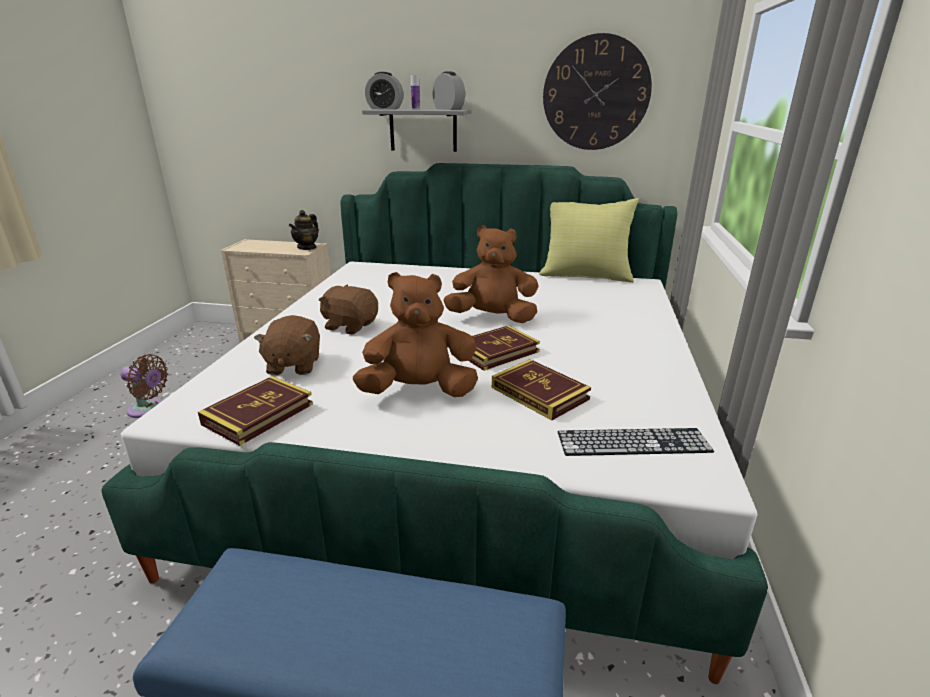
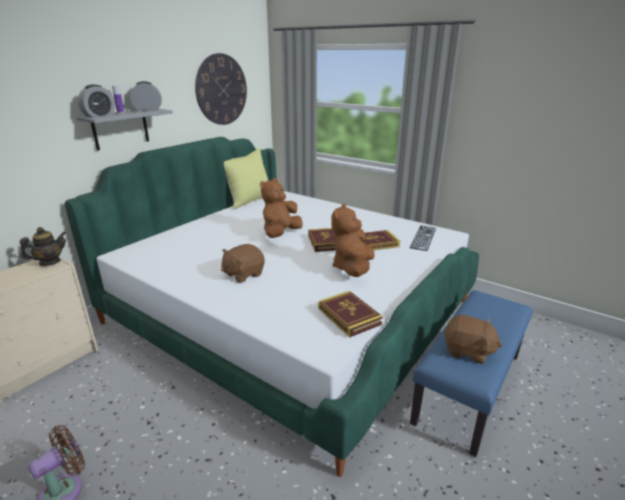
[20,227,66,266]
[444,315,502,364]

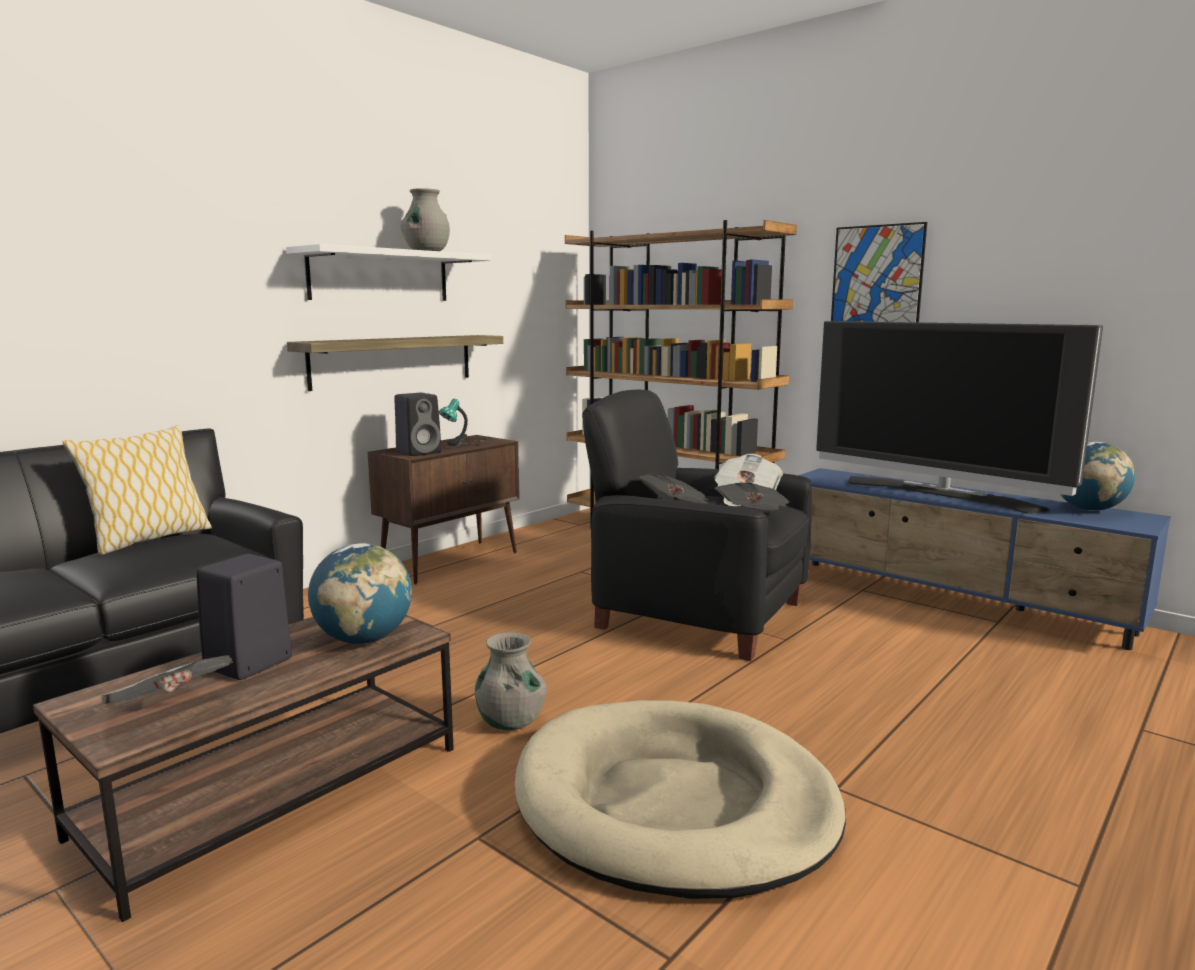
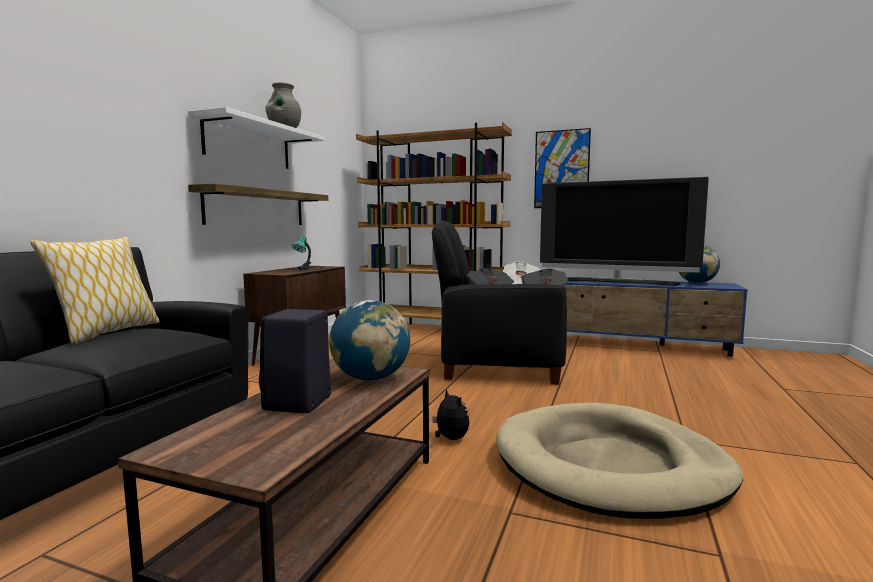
[432,389,469,440]
[101,655,233,705] (first image)
[394,393,441,456] (first image)

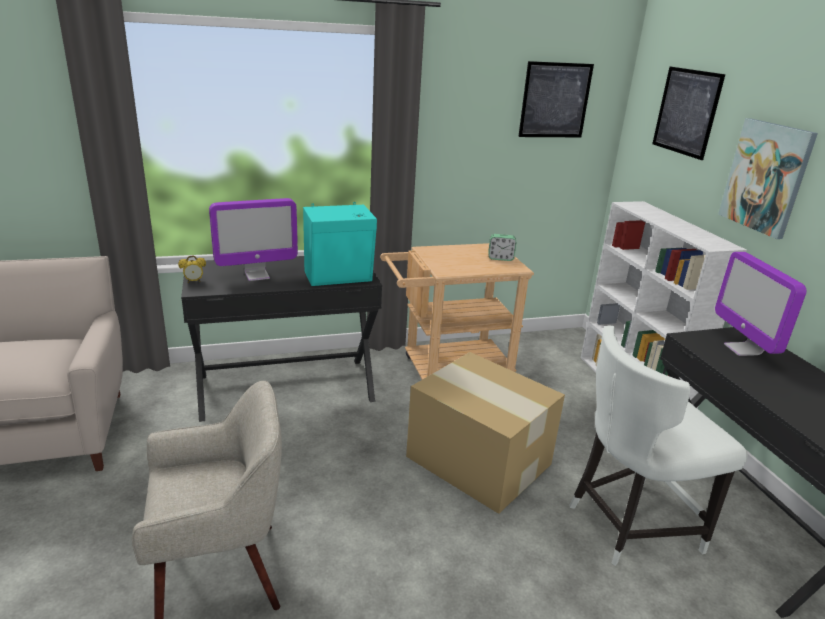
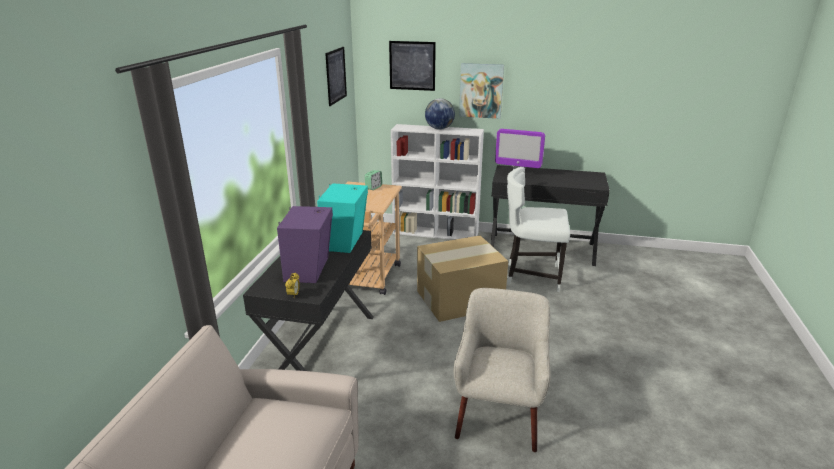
[277,206,333,283]
[425,98,455,130]
[507,167,570,292]

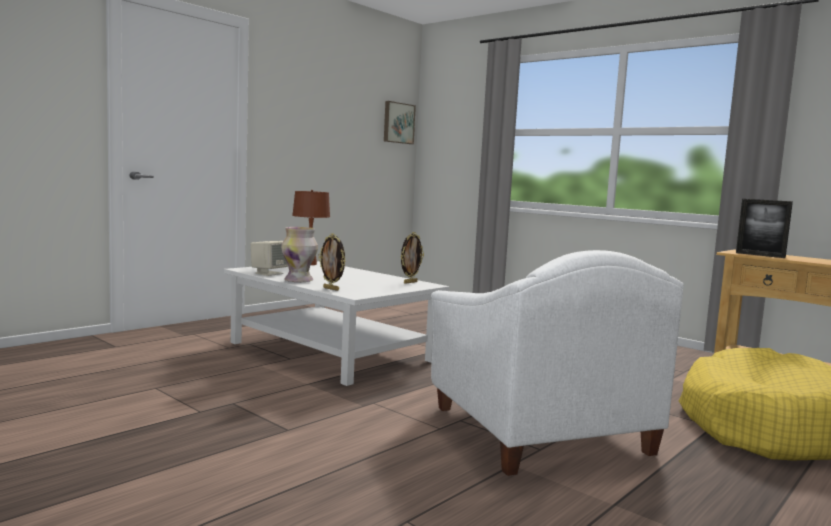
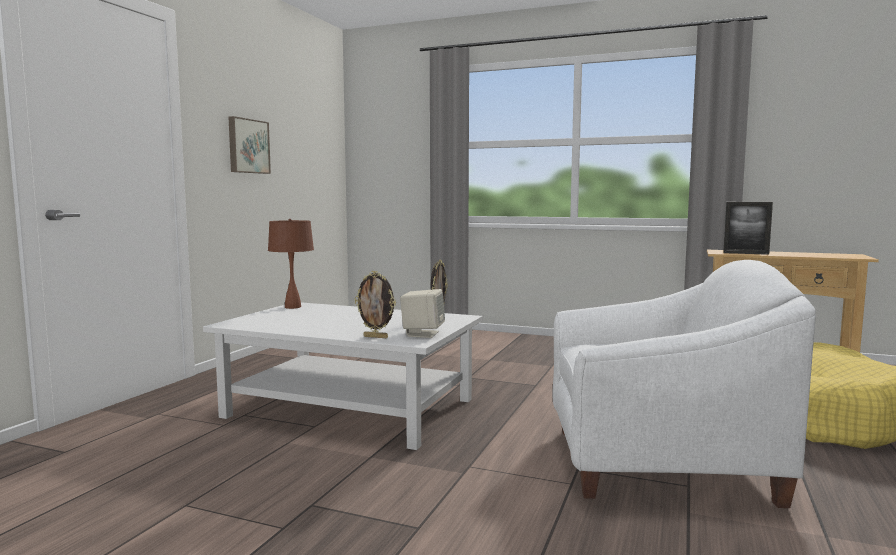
[228,116,271,174]
[400,289,445,338]
[553,260,816,508]
[281,227,318,282] (first image)

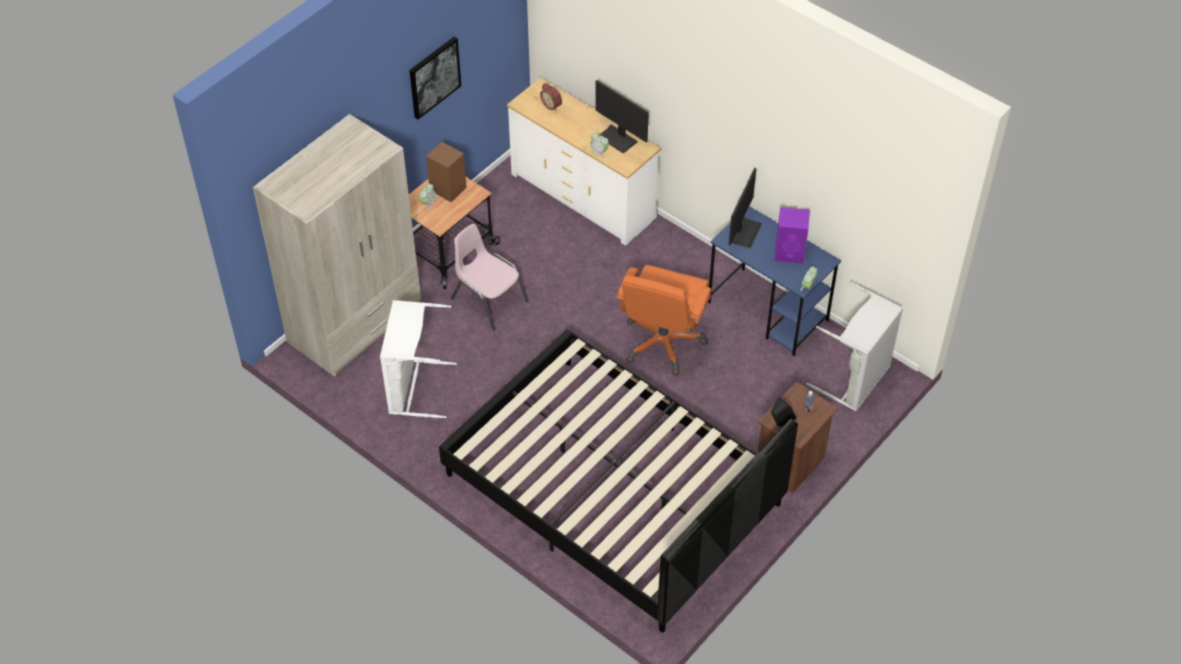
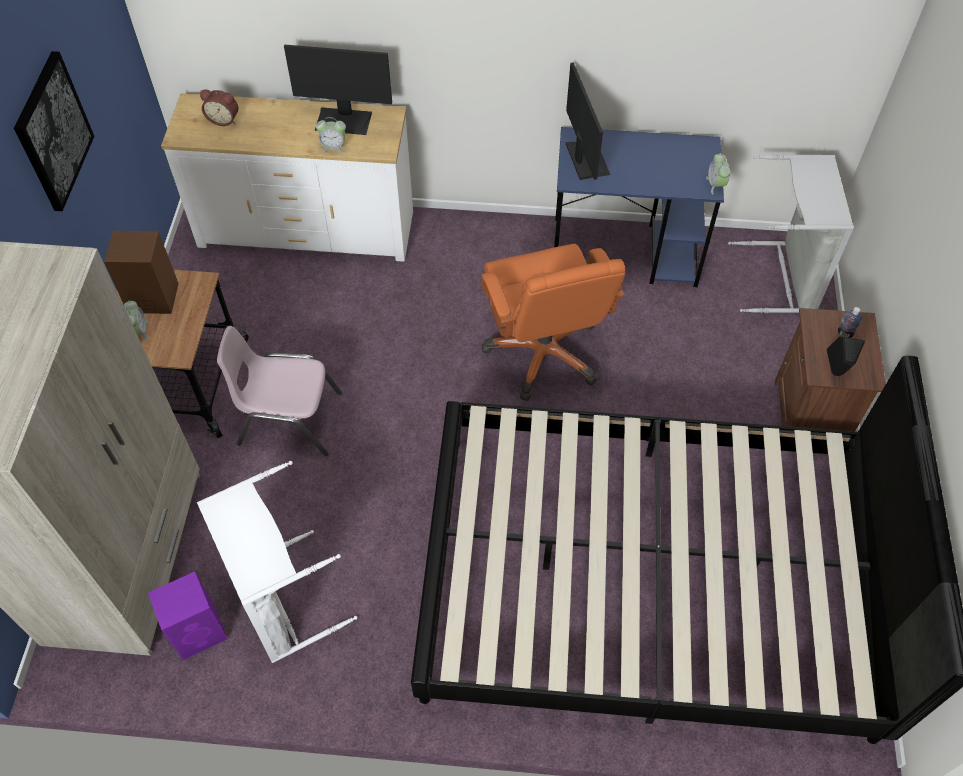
[148,572,228,660]

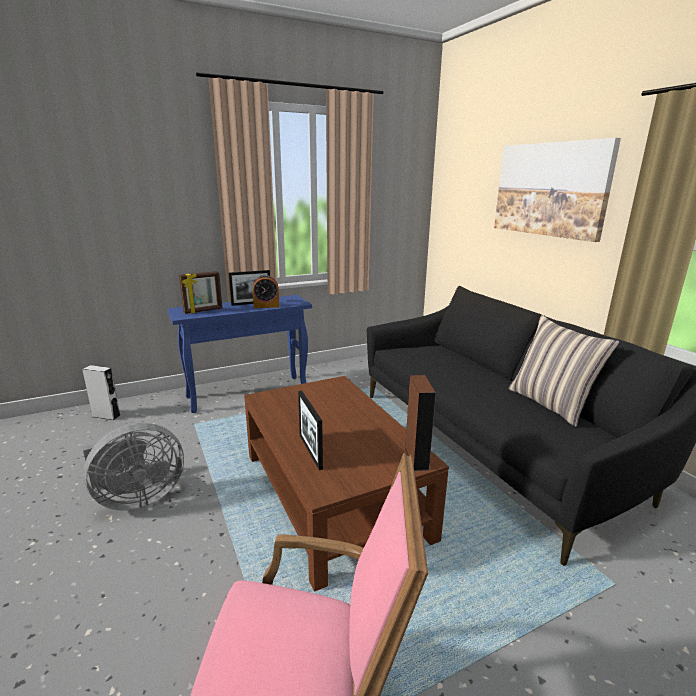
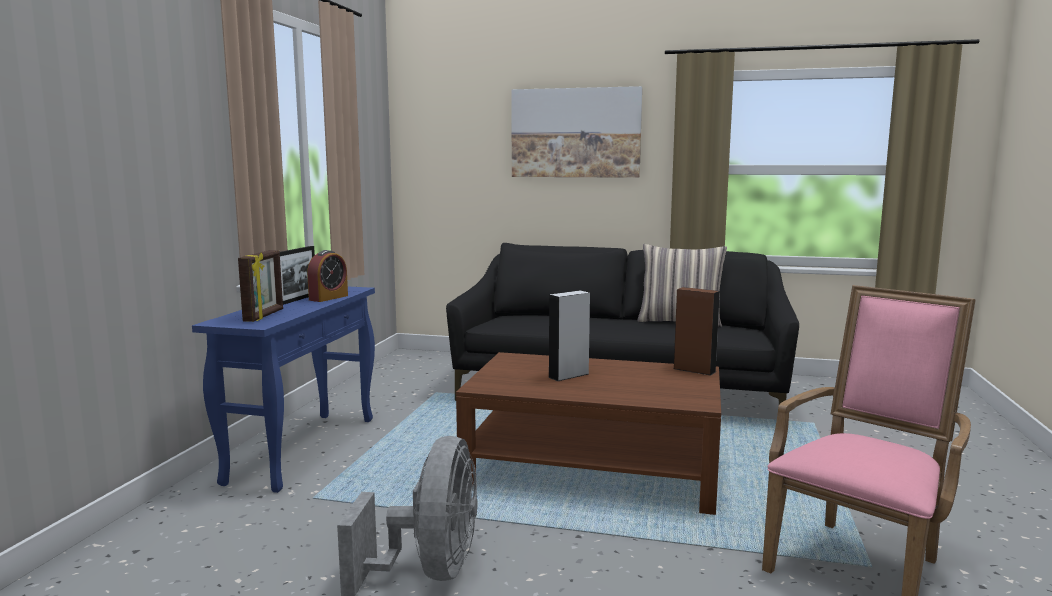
[548,290,590,381]
[298,391,323,470] (first image)

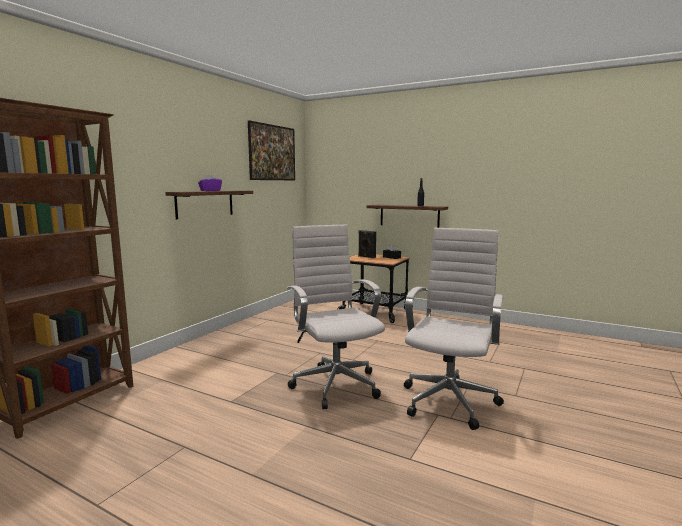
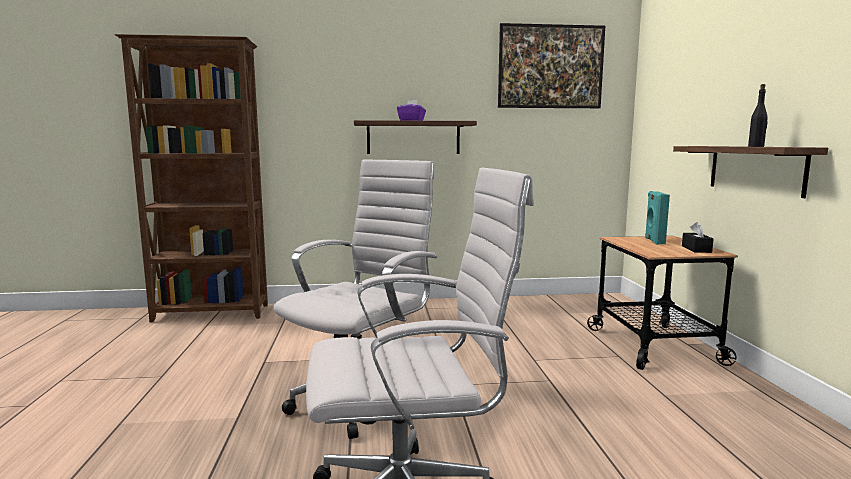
[645,191,670,245]

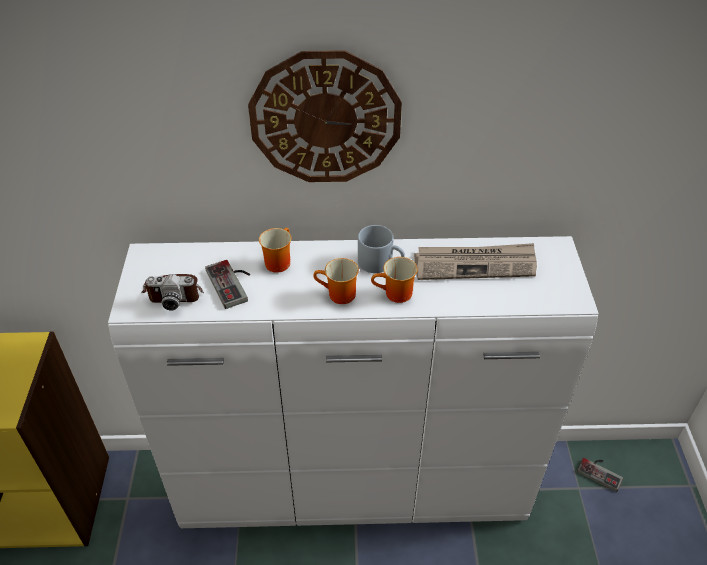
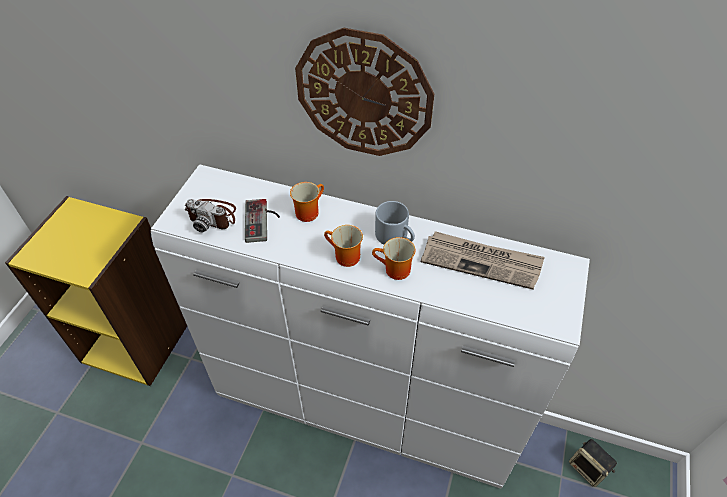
[569,439,617,487]

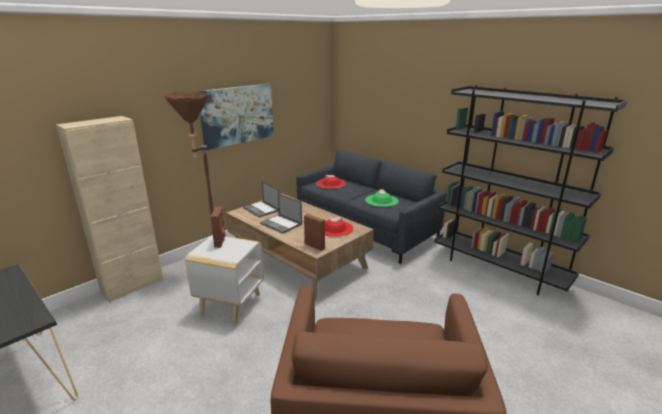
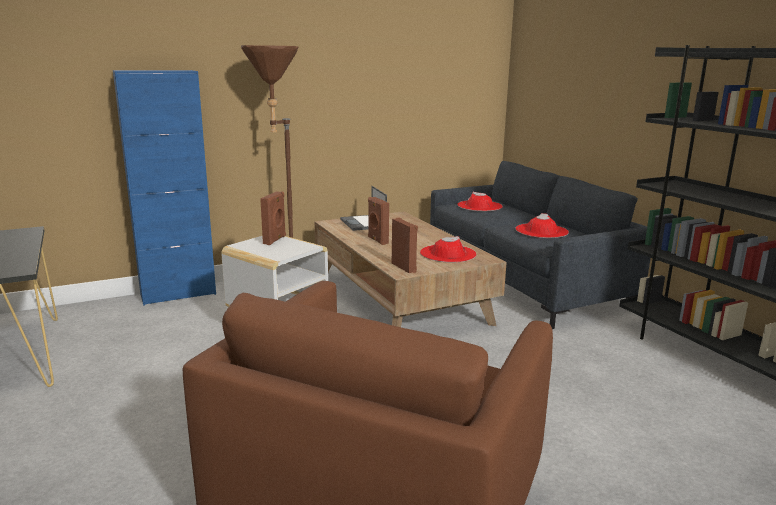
[113,70,216,306]
[368,197,389,245]
[515,213,569,238]
[197,84,274,150] (first image)

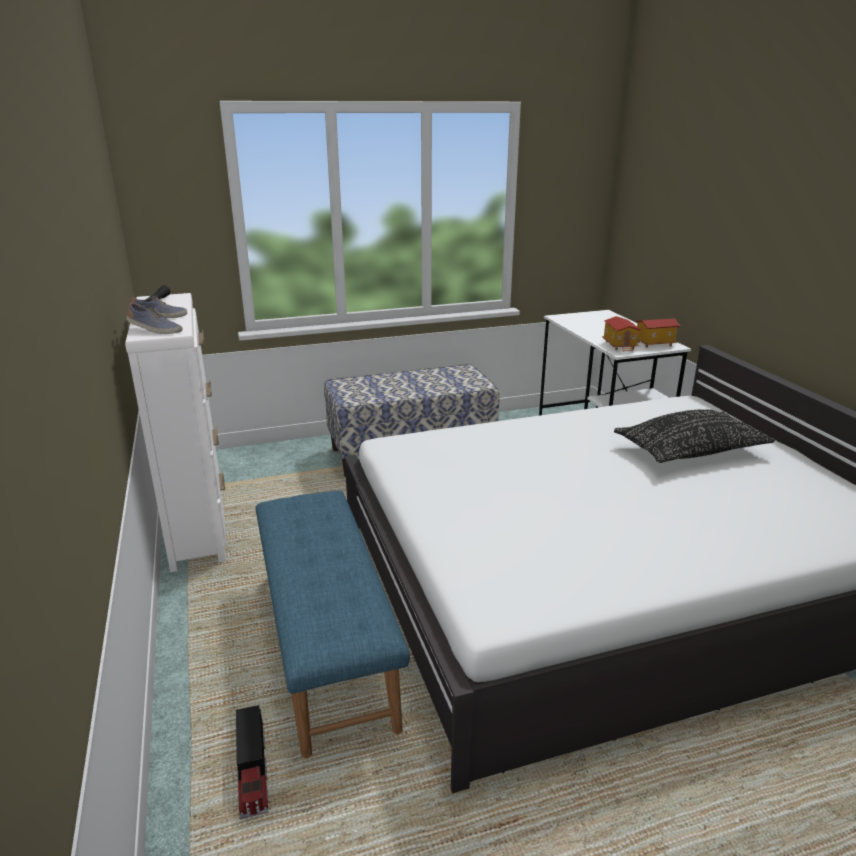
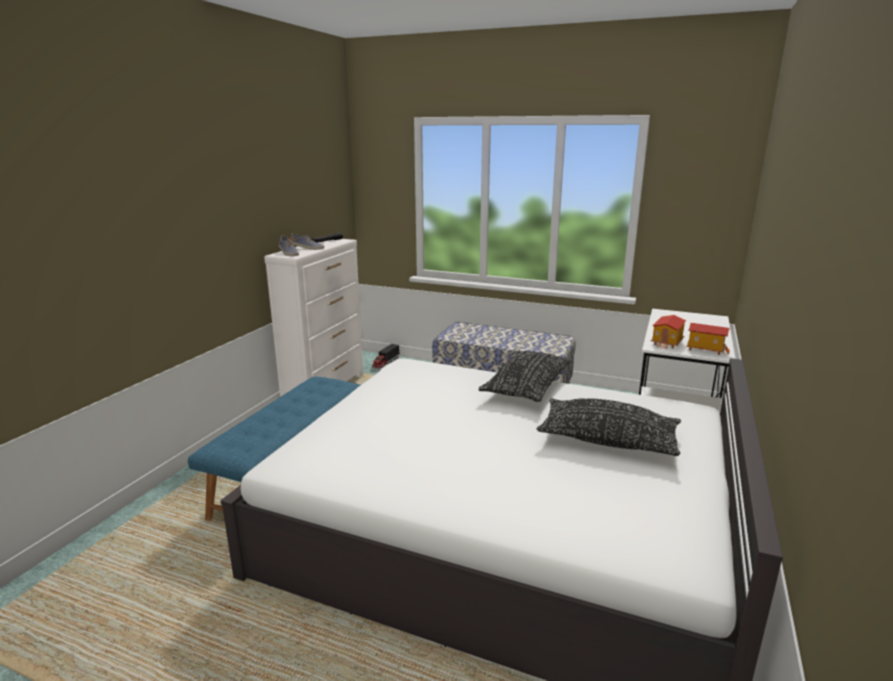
[372,344,400,369]
[479,351,572,402]

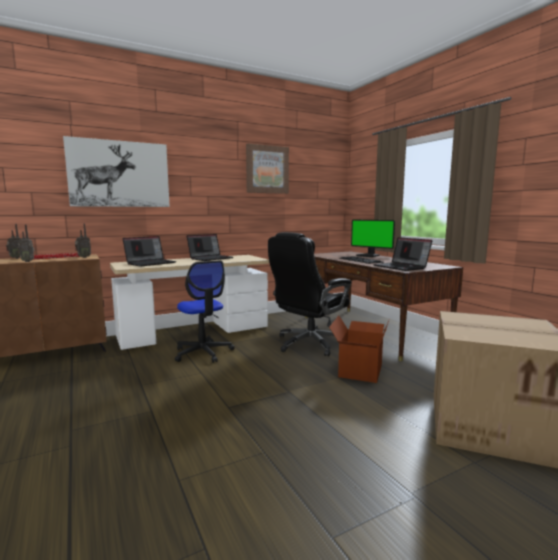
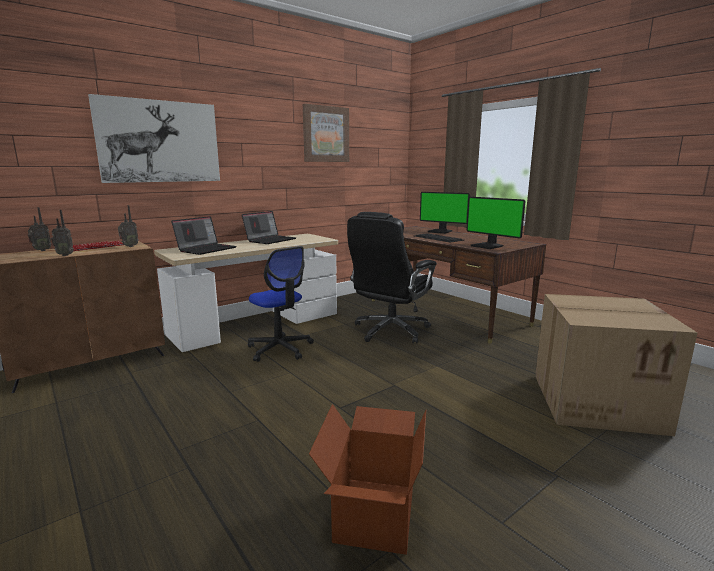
[309,404,426,555]
[466,197,525,249]

